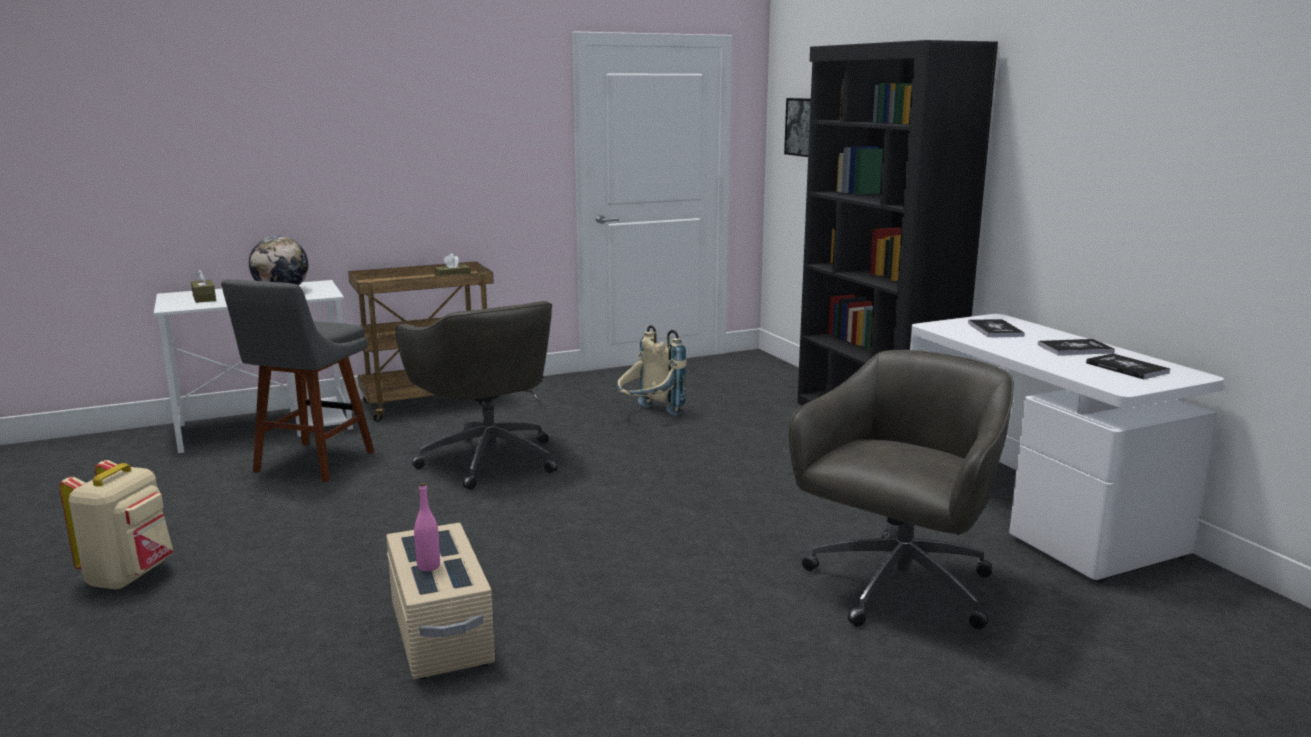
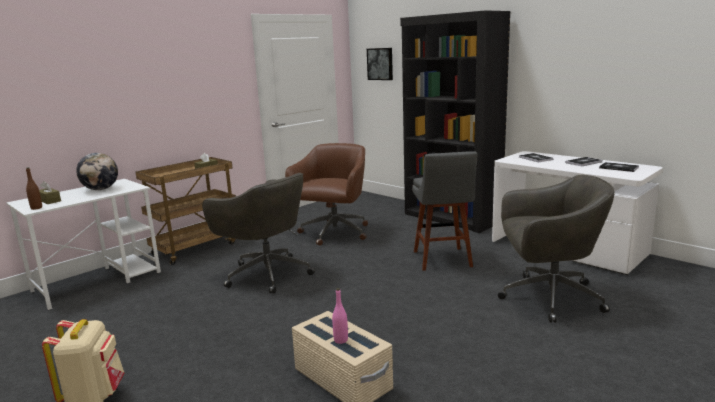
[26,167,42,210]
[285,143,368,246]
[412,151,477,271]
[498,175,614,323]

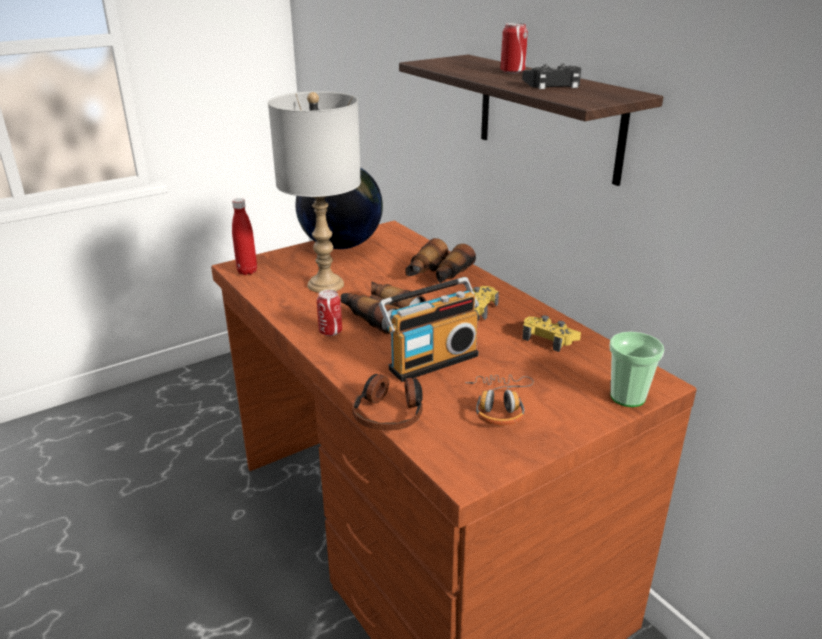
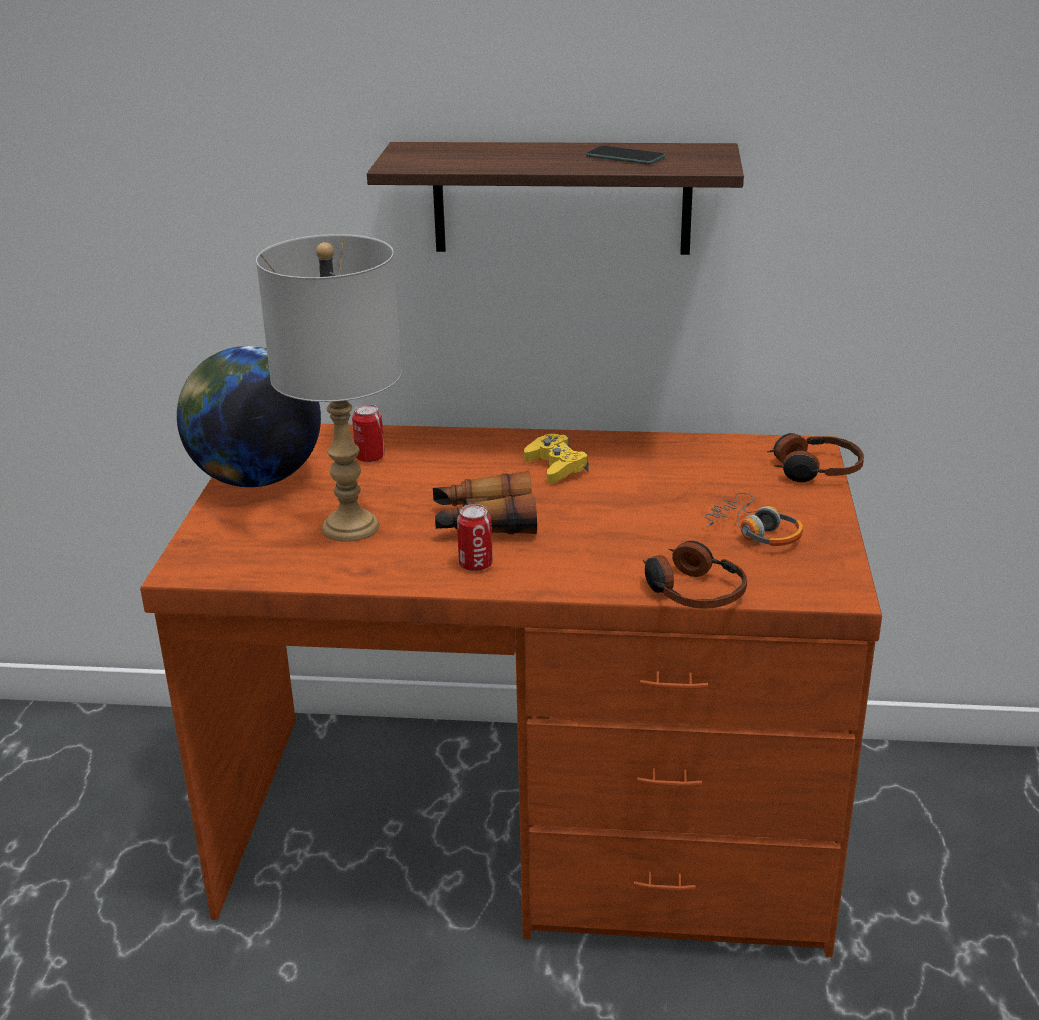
[352,404,385,463]
[586,146,665,165]
[767,433,864,482]
[232,198,257,275] (first image)
[379,277,479,382] (first image)
[405,238,476,283] (first image)
[522,315,581,352] (first image)

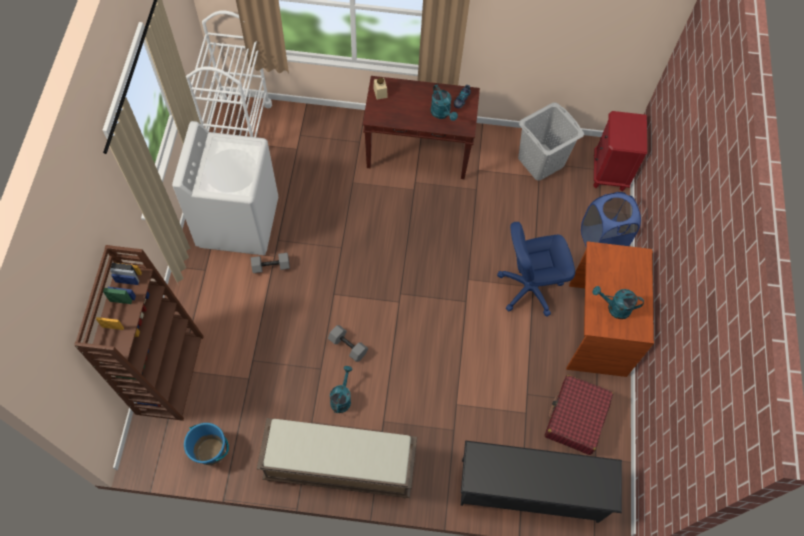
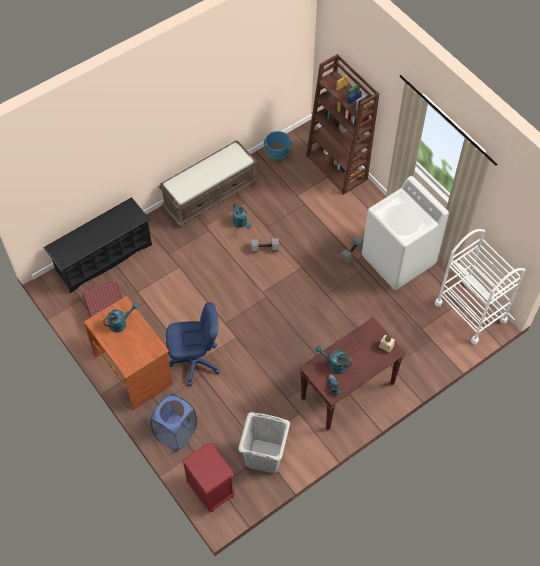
[166,302,220,386]

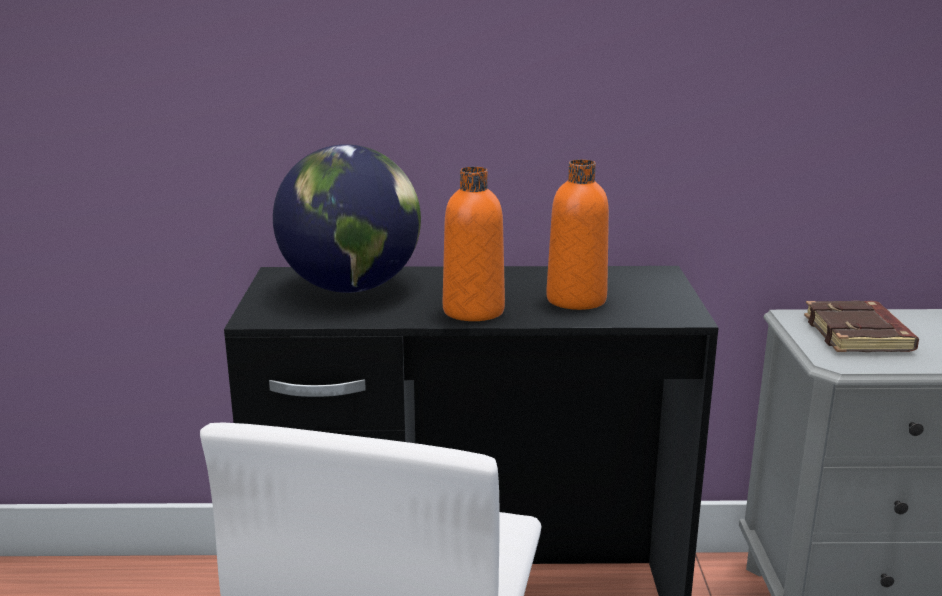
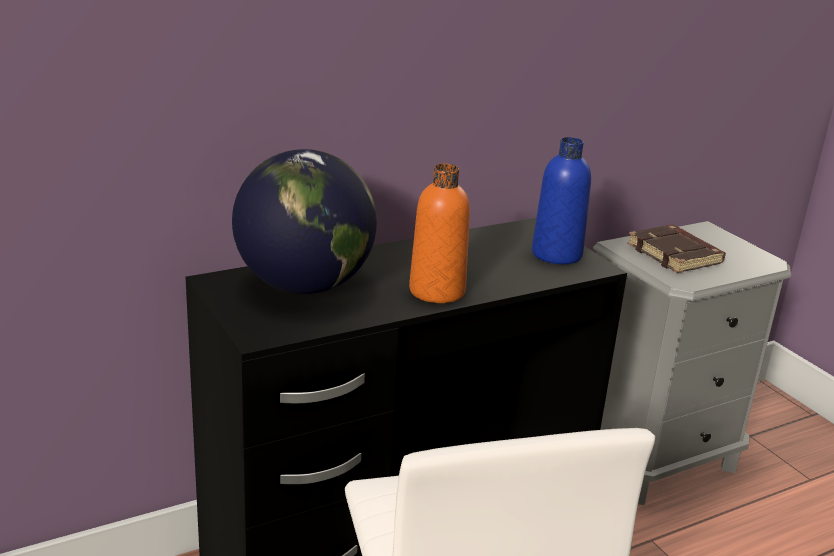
[532,137,591,264]
[546,159,609,310] (first image)

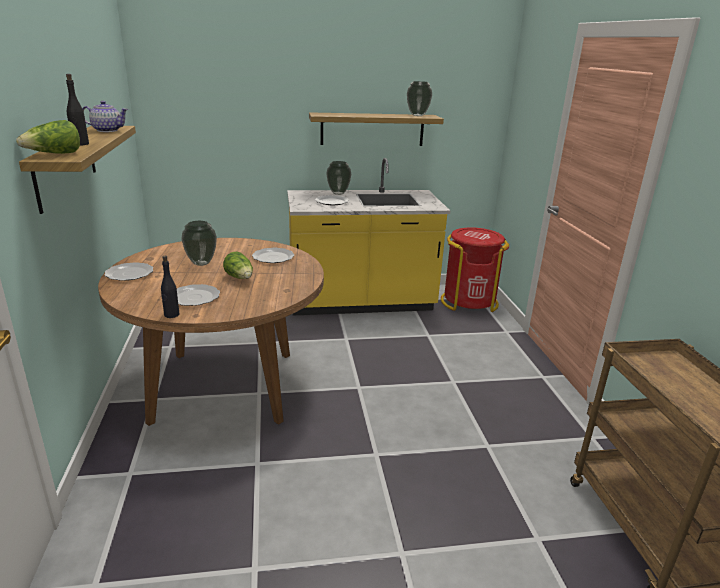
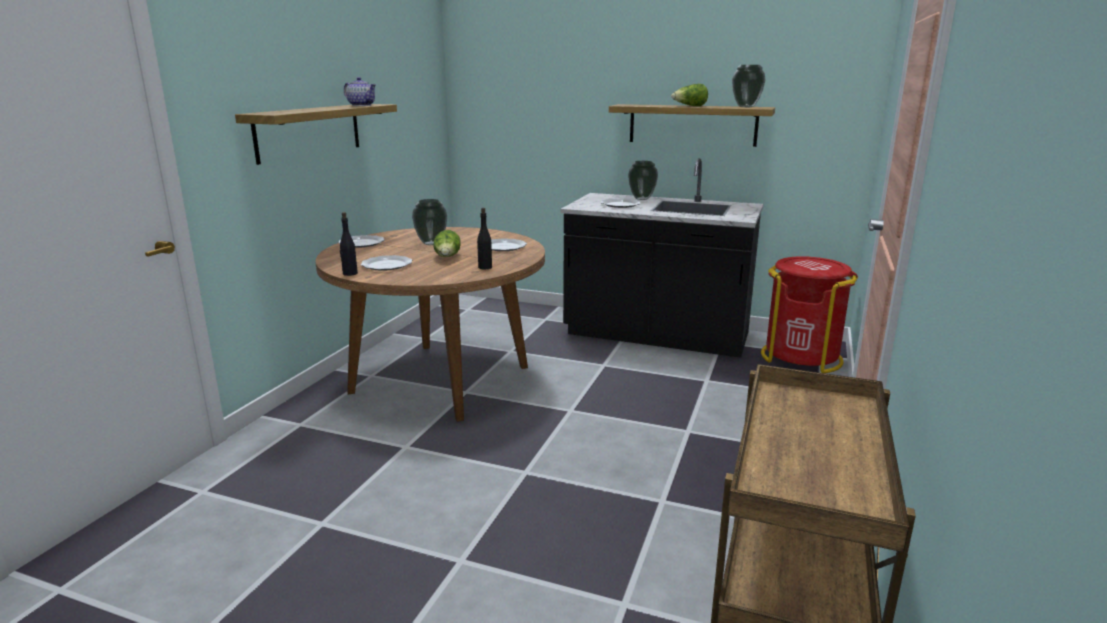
[477,208,492,269]
[561,158,763,358]
[671,84,708,106]

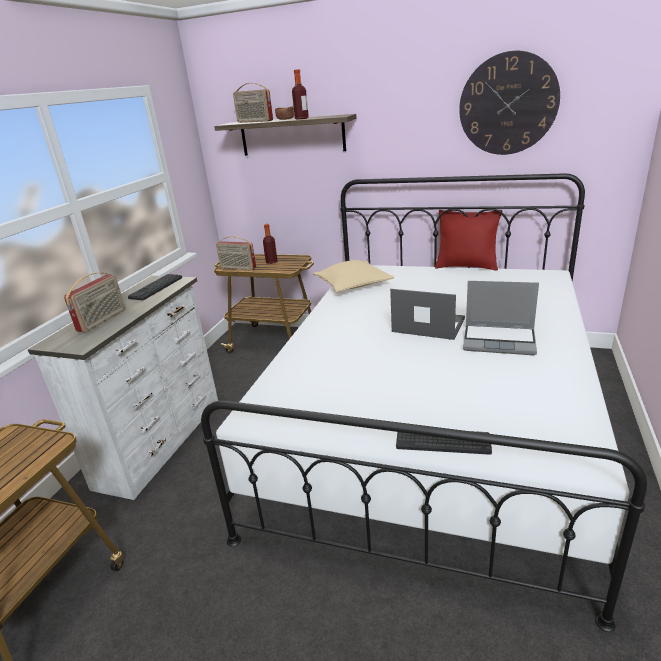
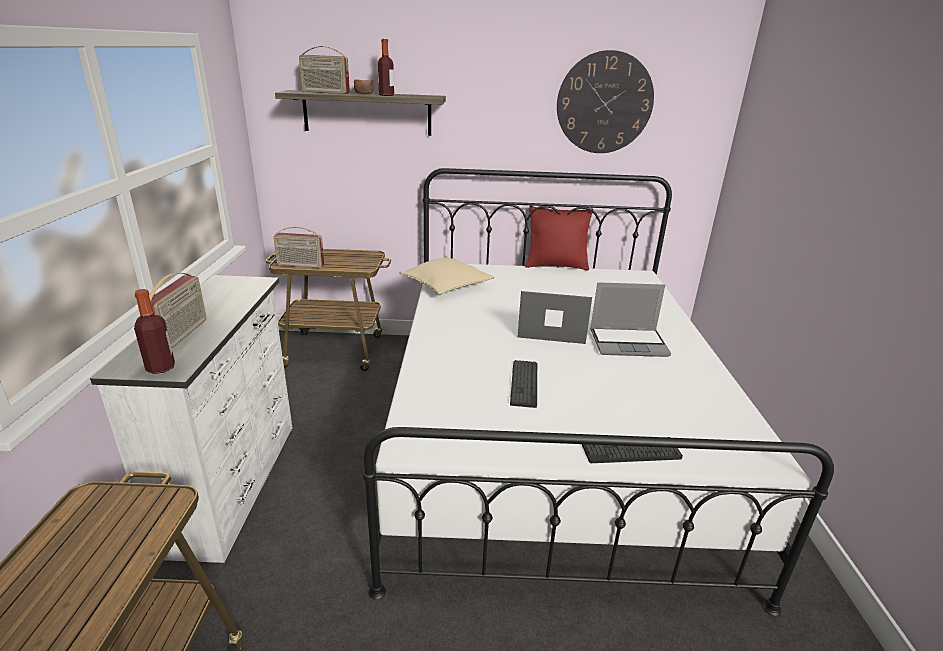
[134,289,175,374]
[510,360,537,408]

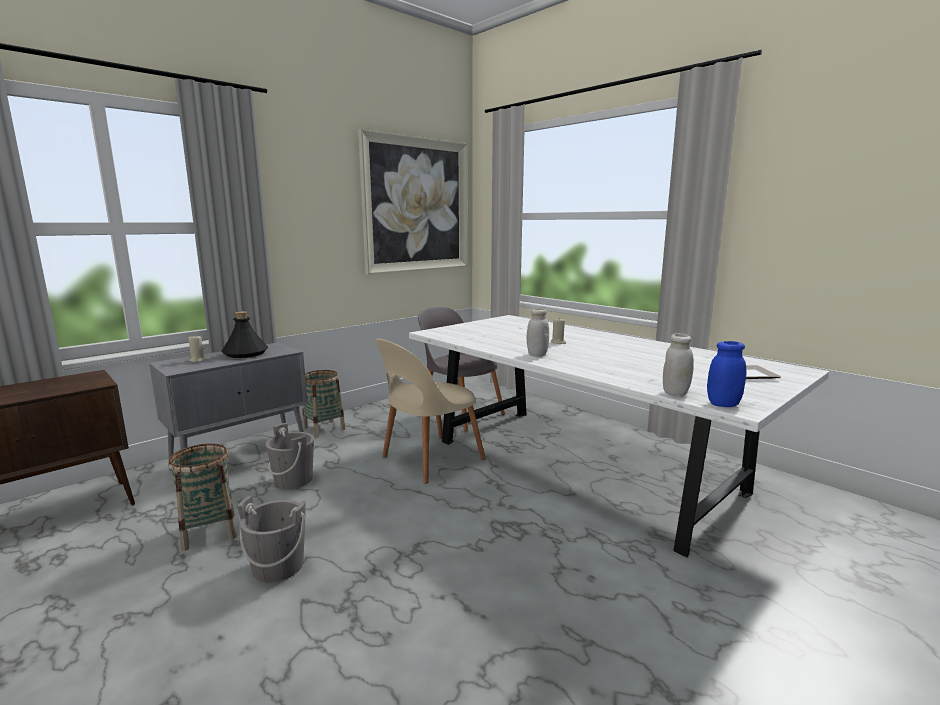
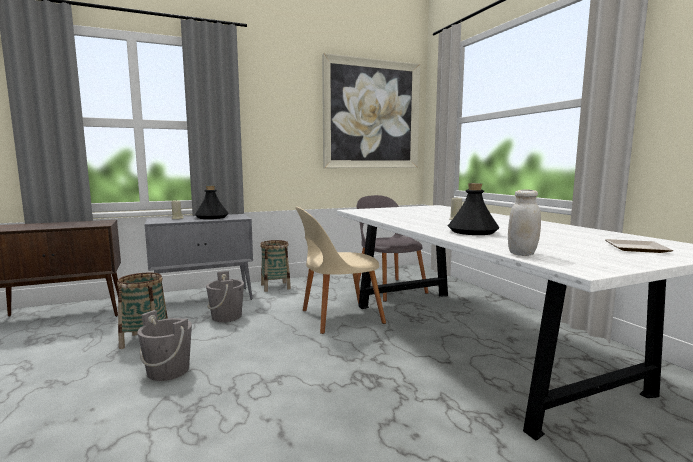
[448,183,499,235]
[527,308,549,357] (first image)
[707,341,746,407] (first image)

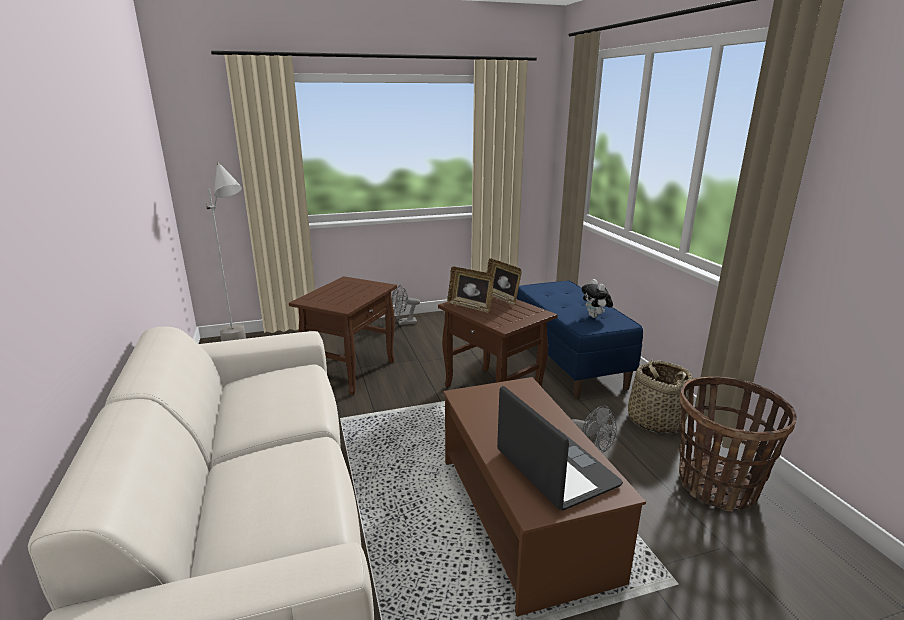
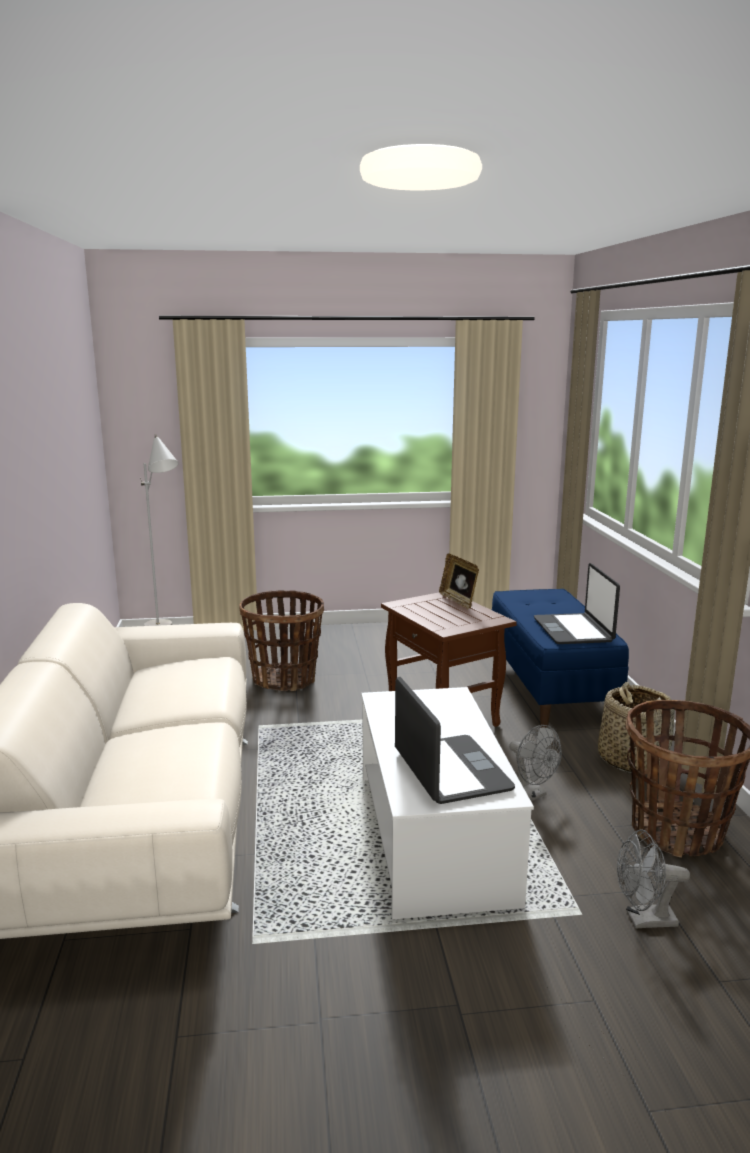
[239,590,324,691]
[361,687,534,920]
[534,563,620,644]
[617,829,690,929]
[447,267,494,313] (first image)

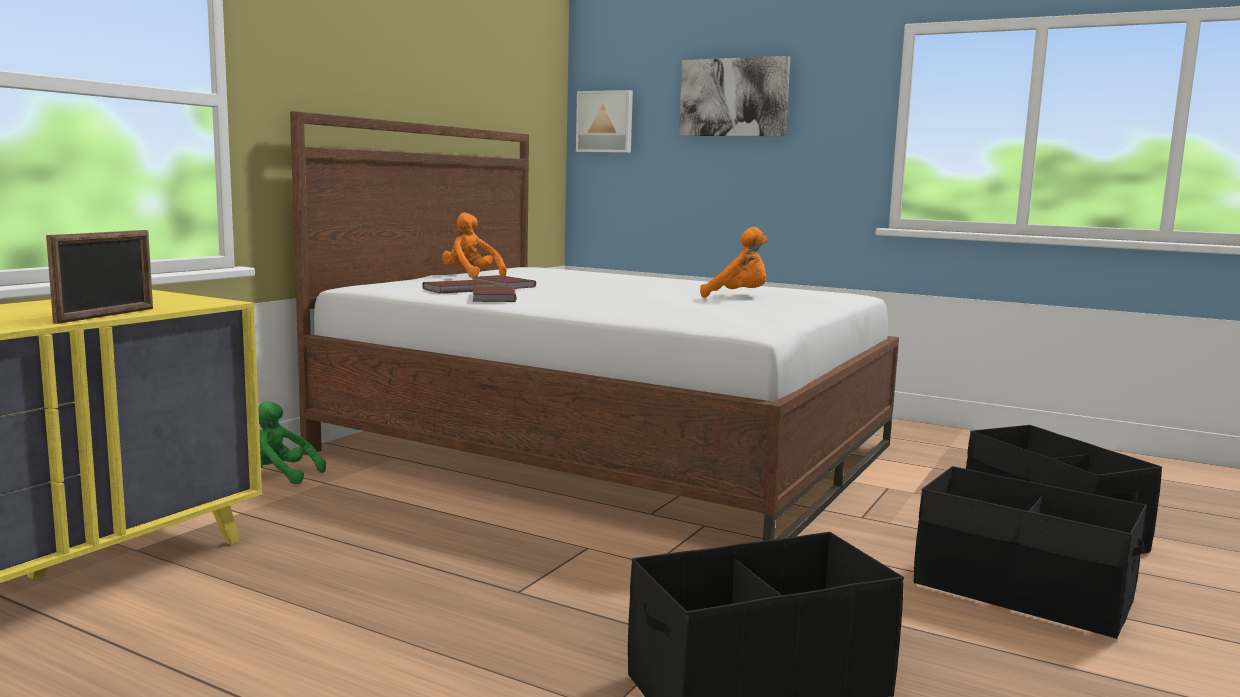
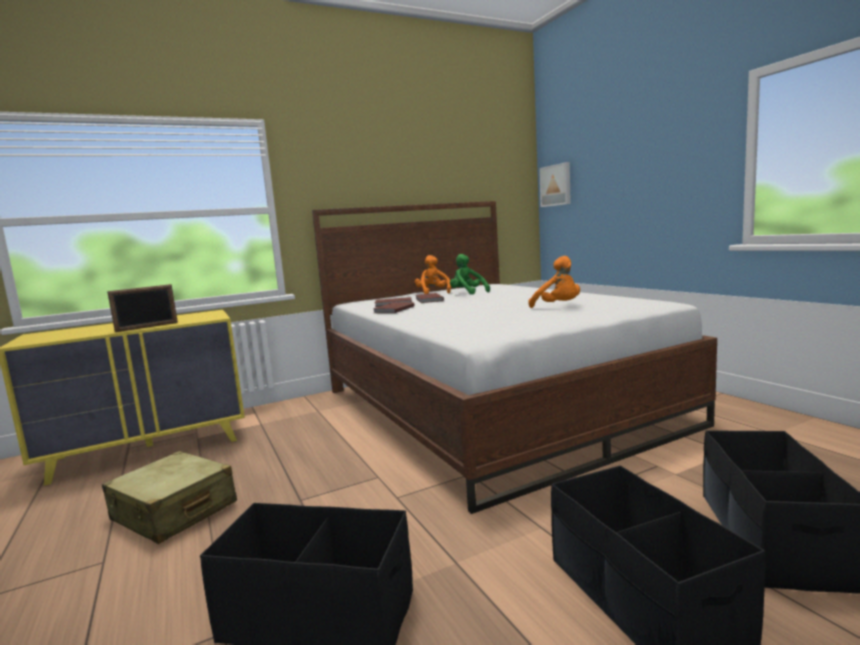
[102,451,237,544]
[450,254,490,294]
[679,56,790,136] (first image)

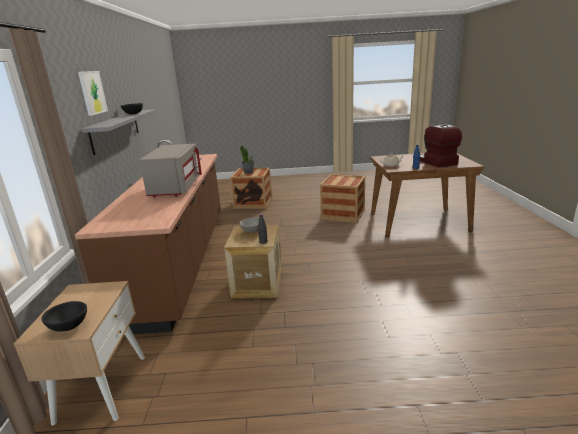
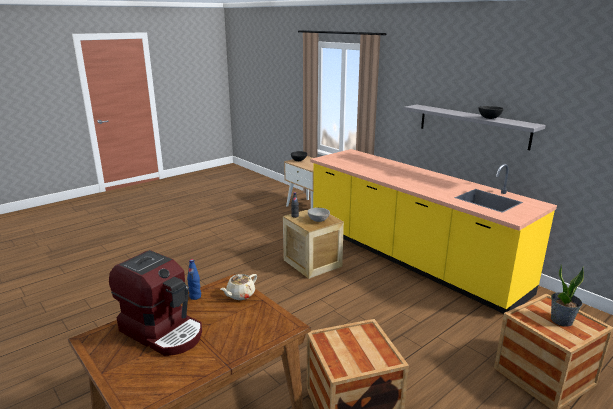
[310,149,557,314]
[78,71,108,116] (first image)
[139,144,202,197] (first image)

